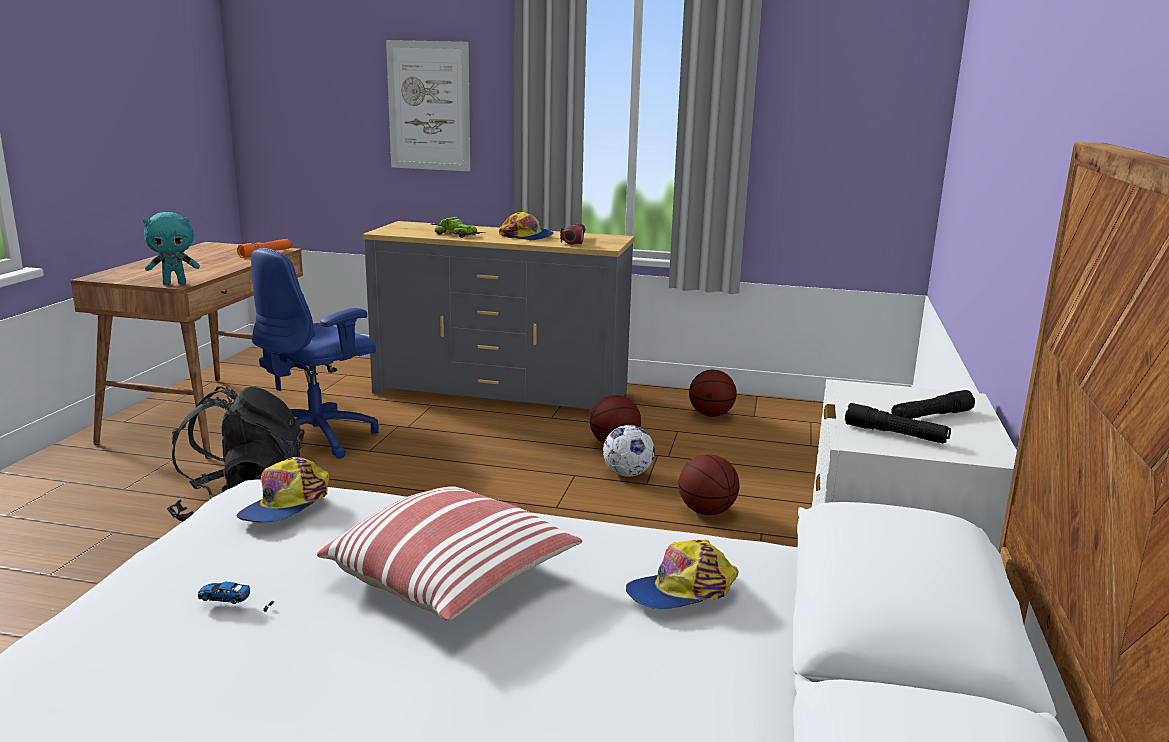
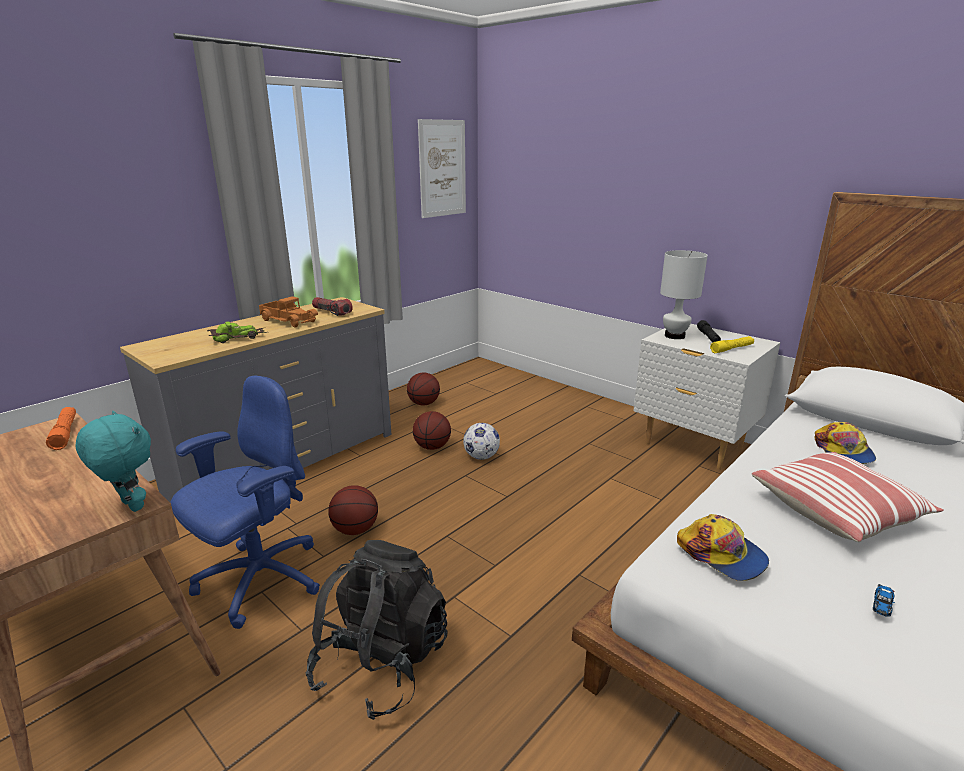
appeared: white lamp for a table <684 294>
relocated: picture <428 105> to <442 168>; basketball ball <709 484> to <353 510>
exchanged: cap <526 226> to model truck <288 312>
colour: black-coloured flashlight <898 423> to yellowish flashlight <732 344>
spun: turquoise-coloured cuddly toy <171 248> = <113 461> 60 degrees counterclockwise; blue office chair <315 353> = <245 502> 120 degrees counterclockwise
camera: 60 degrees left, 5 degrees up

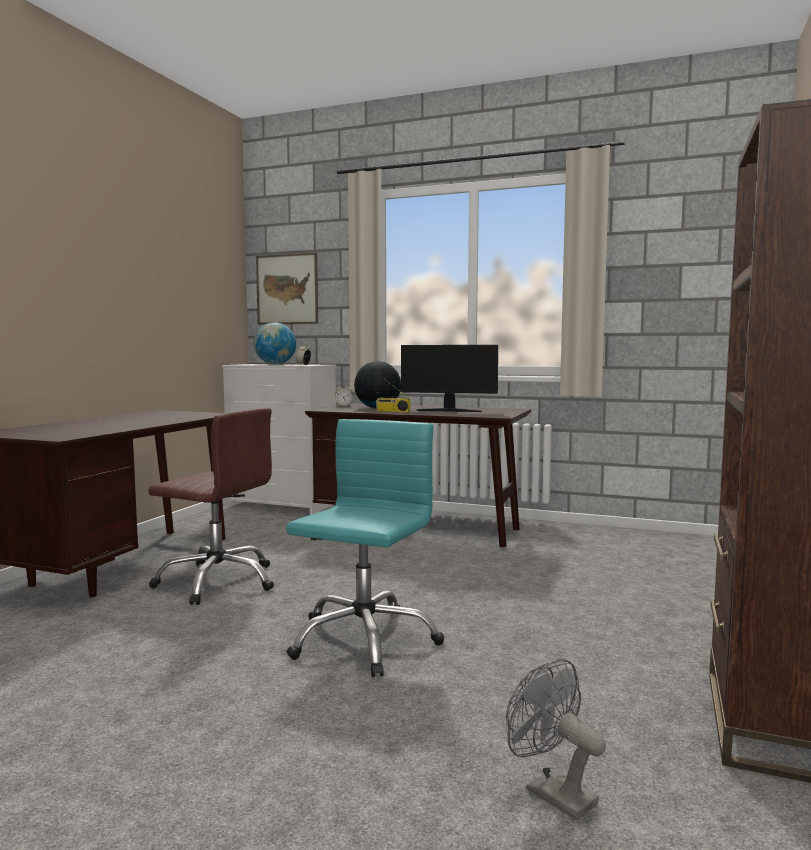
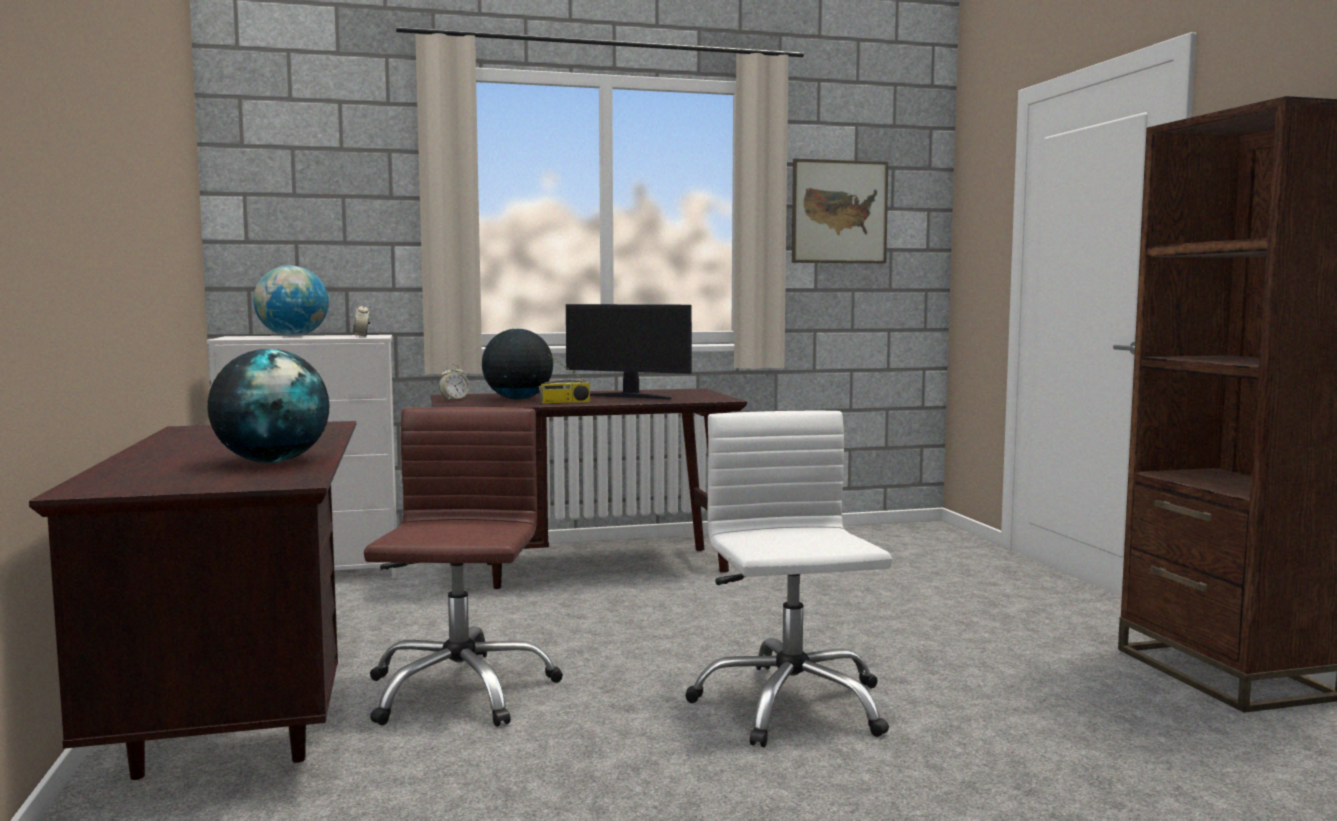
missing: grey fan <556 739>
appeared: world globe <268 406>
relocated: picture <287 289> to <840 210>
colour: turquoise-coloured office chair <365 548> to white office chair <788 579>
spun: brown-coloured office chair <211 506> = <463 567> 75 degrees counterclockwise; computer display <449 378> = <629 351> 45 degrees clockwise
camera: 35 degrees left, 0 degrees up

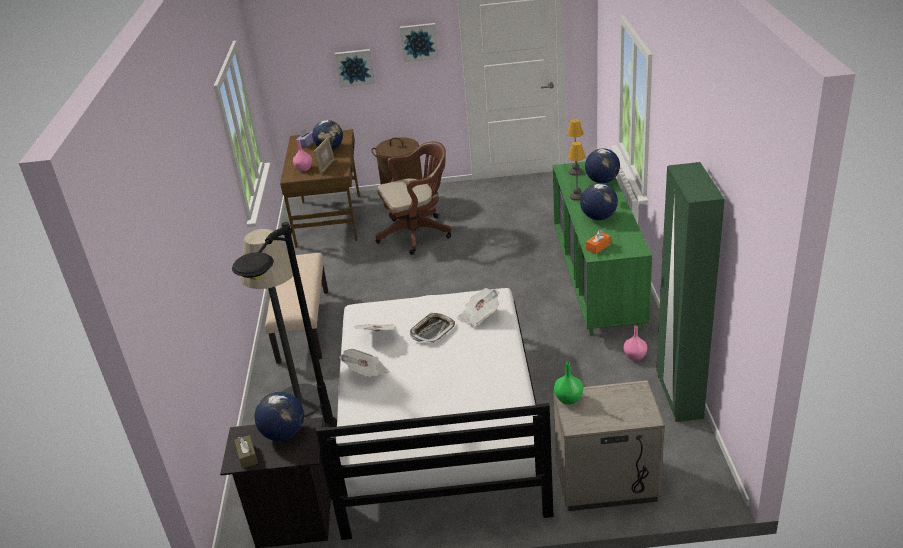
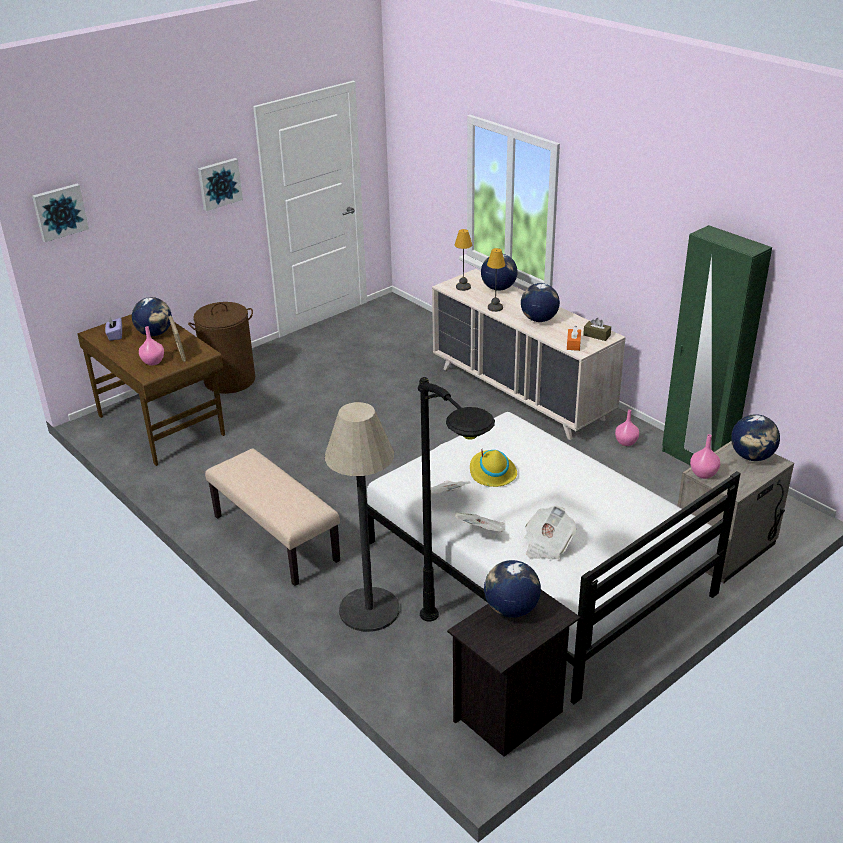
missing: brown-coloured office chair <413 198>
appeared: world globe <755 437>
relocated: brown-coloured tissue box <246 451> to <597 329>; picture <355 68> to <60 213>; daily paper <478 307> to <550 532>
exchanged: serving tray <432 328> to yellowish hat <493 468>
colour: green dresser <602 249> to beige-coloured dresser <529 354>; green flower vase <568 383> to pink-coloured flower vase <705 456>
camera: 40 degrees left, 0 degrees up

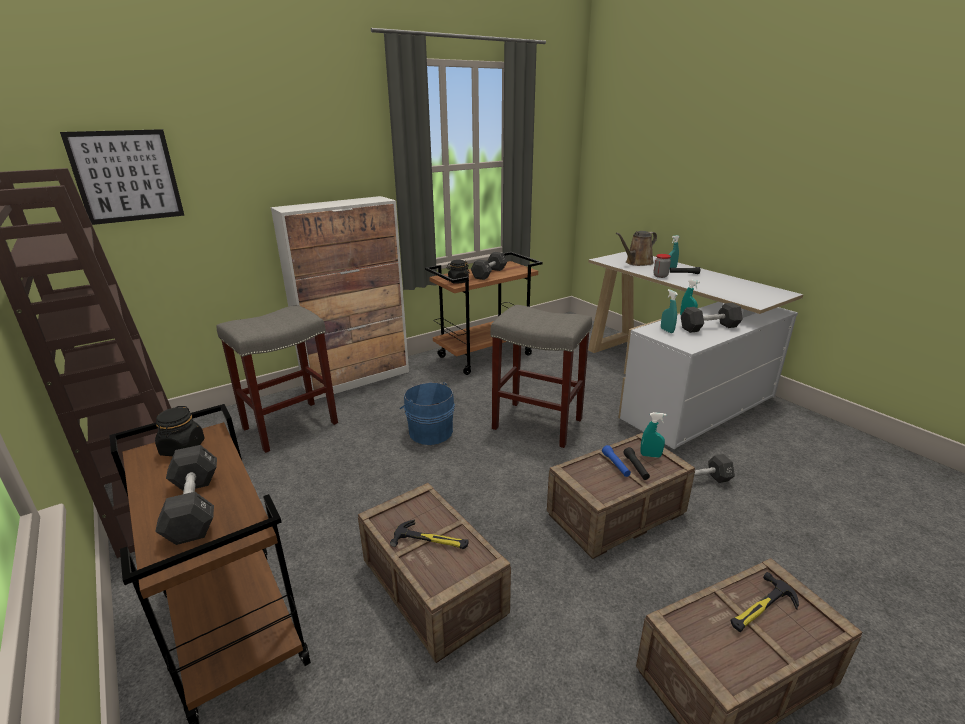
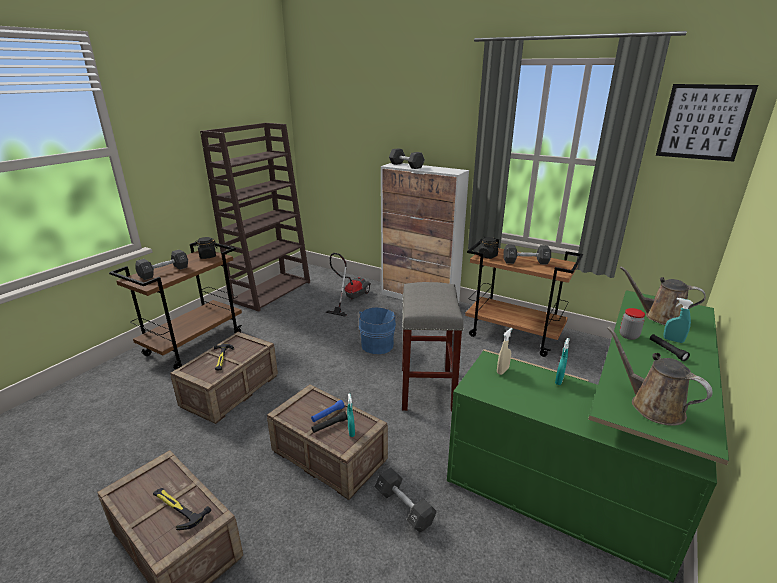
appeared: brown-coloured sprinkling can <659 376>
relocated: picture <122 177> to <707 123>; black-coloured hand weight <712 318> to <407 158>
exchanged: grey stool <277 379> to vacuum <348 285>
colour: white desk table <695 350> to green desk table <588 436>; turquoise-coloured hand sprayer <669 311> to beige-coloured hand sprayer <505 351>
camera: 65 degrees right, 0 degrees up

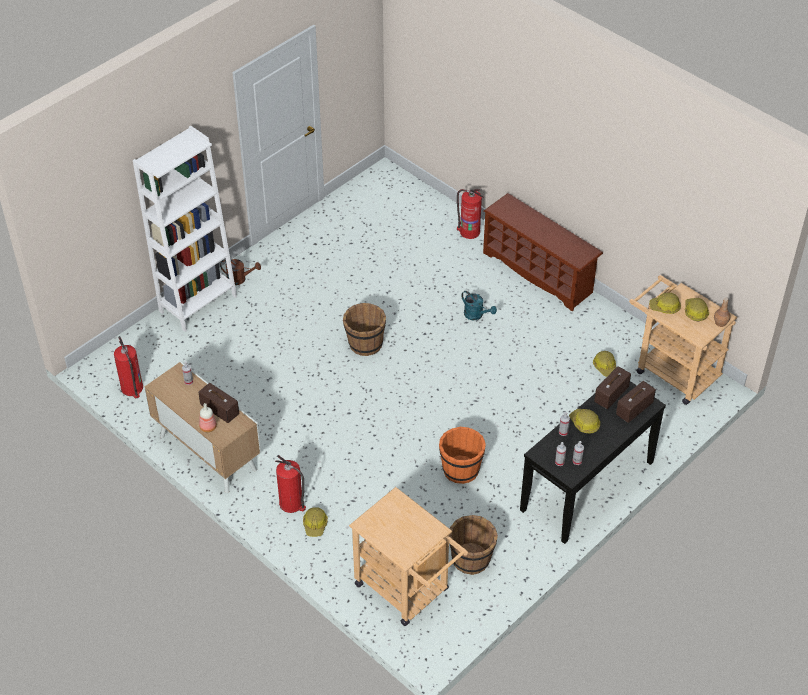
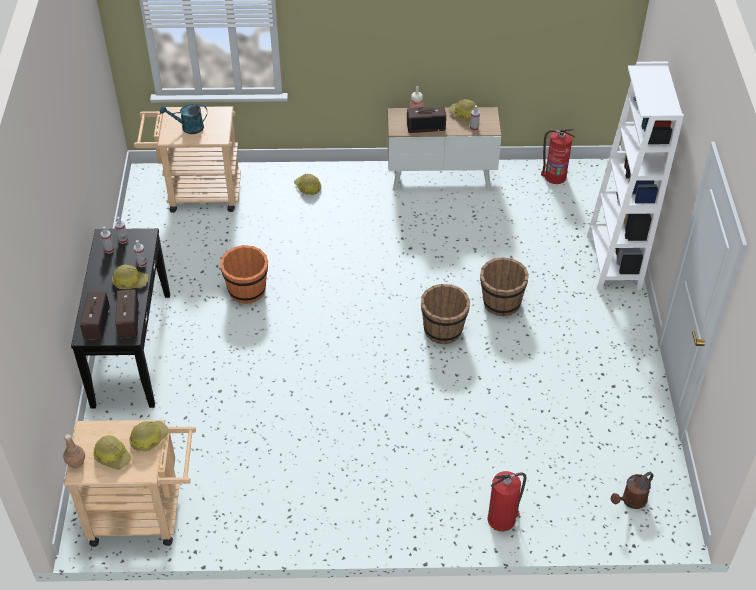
missing: fire-fighting cylinder <290 484>; brown-coloured shoe shelf <543 252>
relocated: brown-coloured sprinkling can <240 272> to <632 490>; brown-coloured bucket <473 545> to <504 286>; turquoise-coloured sprinkling can <479 305> to <183 119>; work helmet <604 364> to <462 109>
camera: 135 degrees right, 0 degrees up

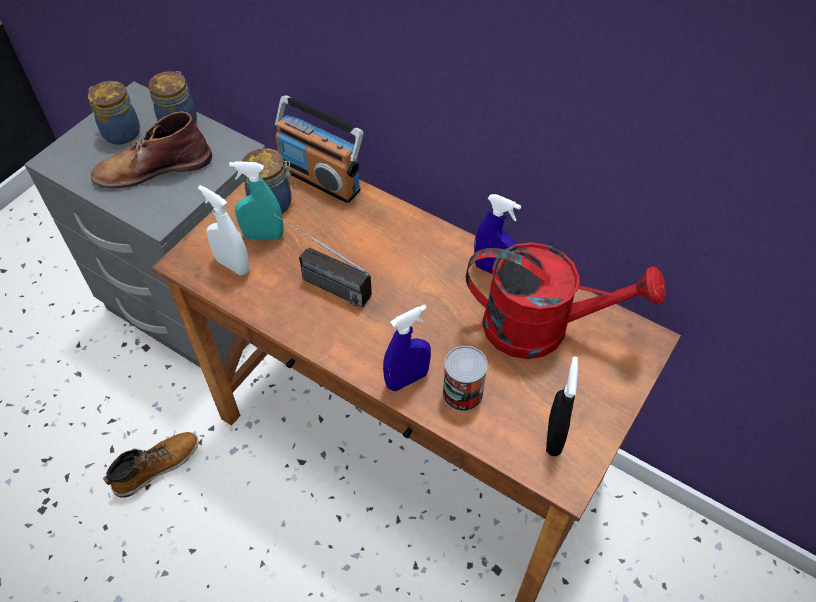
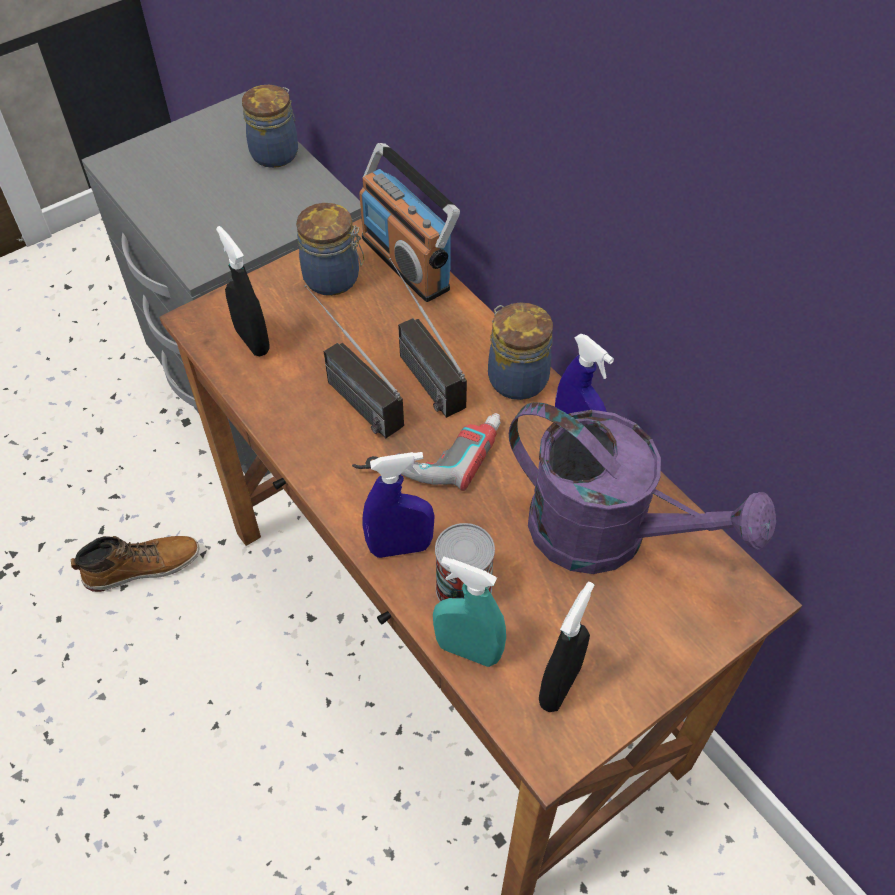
missing: brown-coloured tall boot <151 149>
appeared: electric drill <426 452>; radio <428 338>
relocated: jar <114 113> to <520 351>; turquoise-coloured hand sprayer <256 200> to <469 612>
colour: white hand sprayer <223 230> to black-coloured hand sprayer <243 291>; reddish sprinkling can <566 300> to purple-coloured sprinkling can <642 488>
camera: 20 degrees right, 0 degrees up

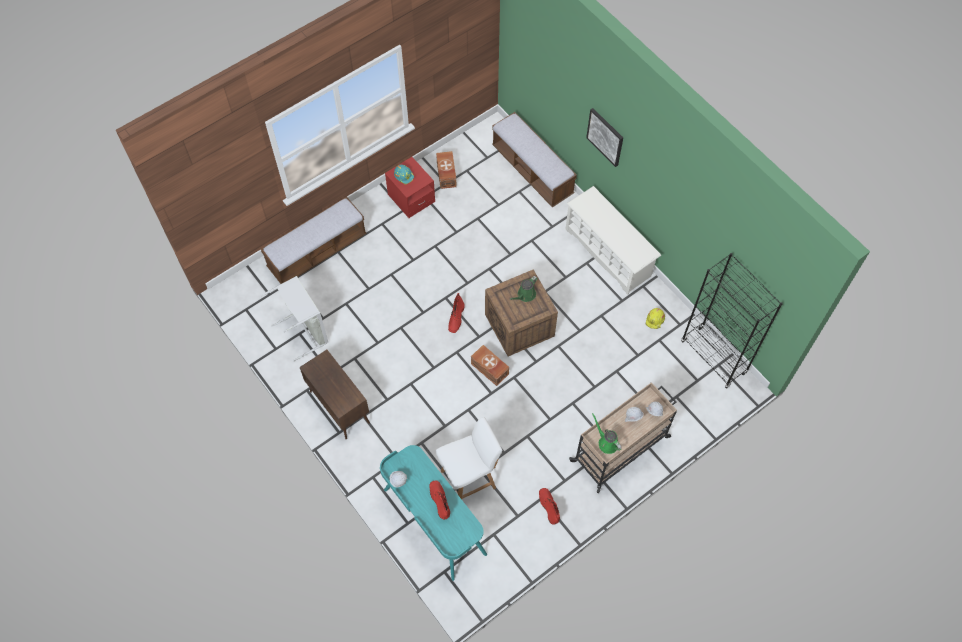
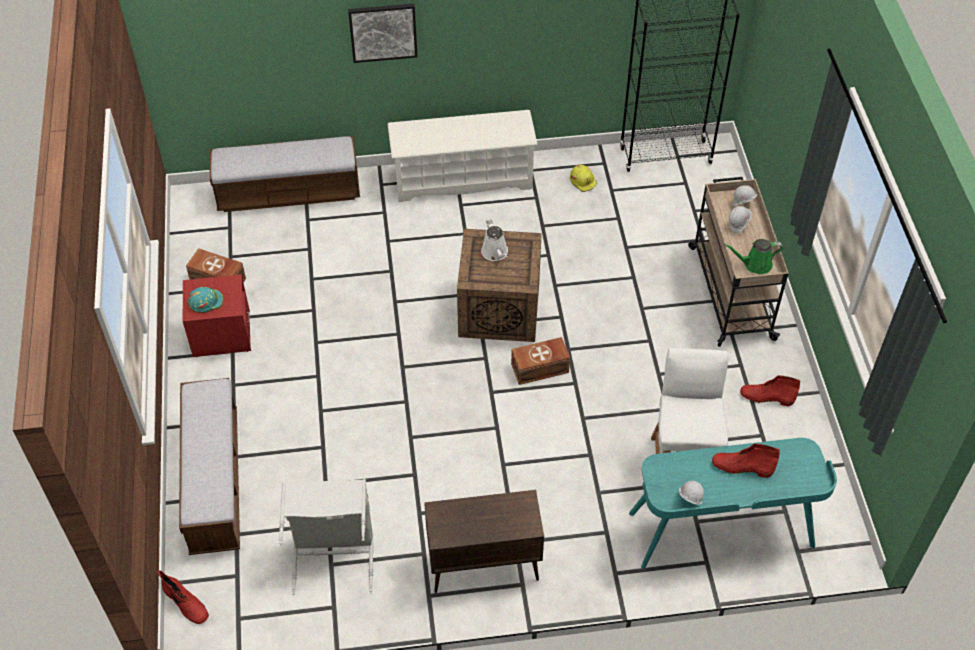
relocated: reddish tall boot <456 313> to <183 597>
colour: green sprinkling can <523 289> to white sprinkling can <494 240>
camera: 60 degrees left, 10 degrees down

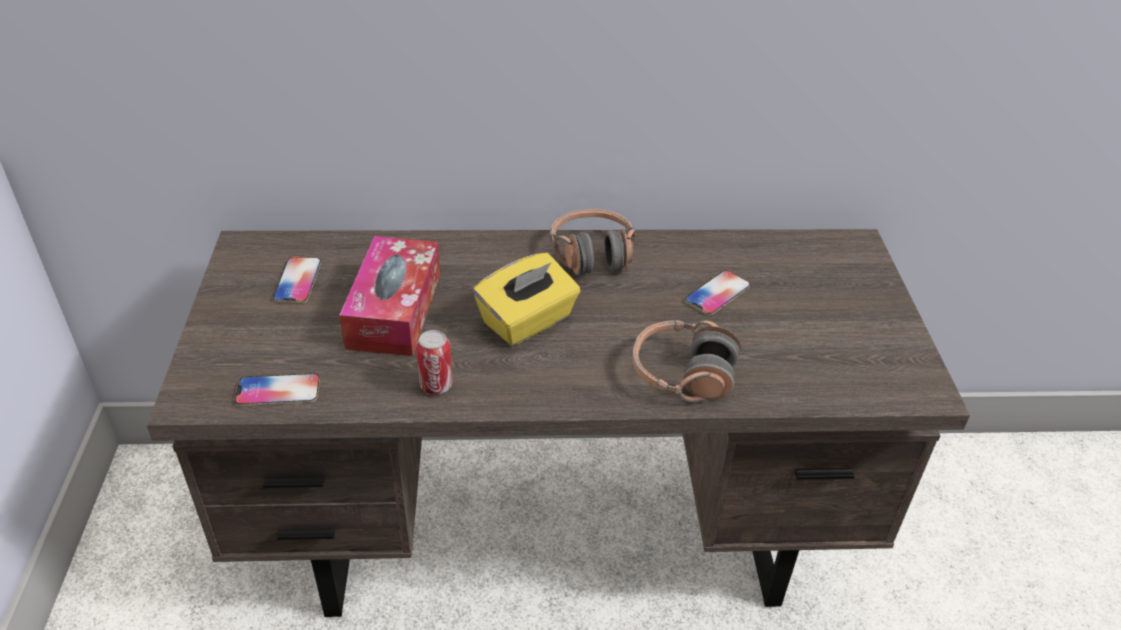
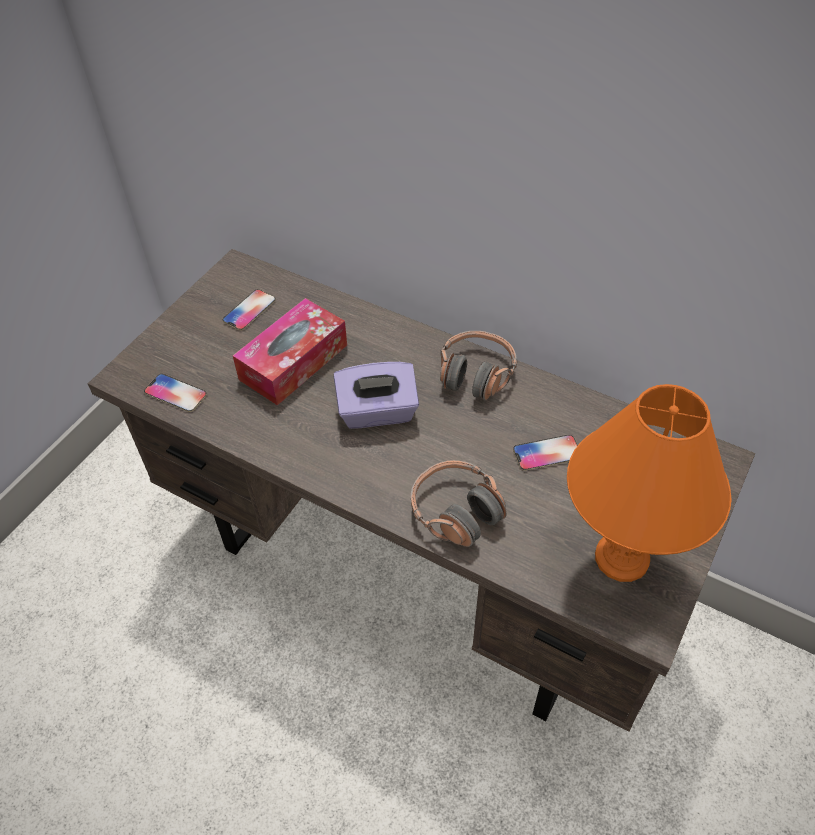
missing: metal can <434 362>
appeared: orange-coloured lamp for a table <649 483>
colour: yellowish tissue box <526 299> to purple-coloured tissue box <376 395>
camera: 35 degrees right, 10 degrees up

